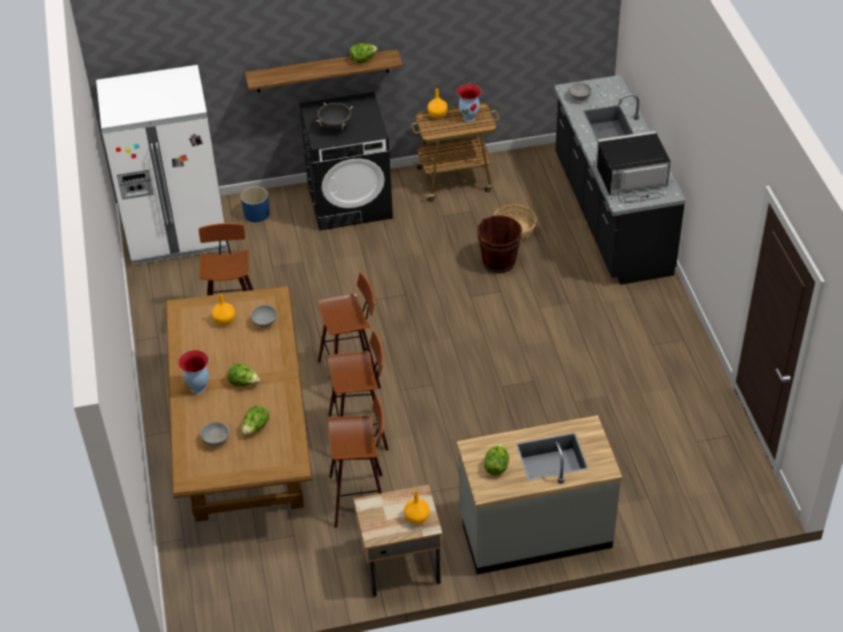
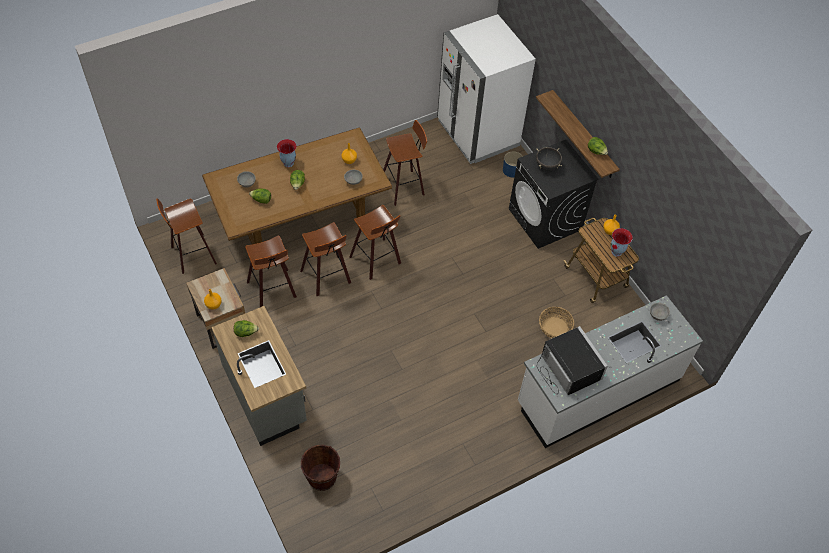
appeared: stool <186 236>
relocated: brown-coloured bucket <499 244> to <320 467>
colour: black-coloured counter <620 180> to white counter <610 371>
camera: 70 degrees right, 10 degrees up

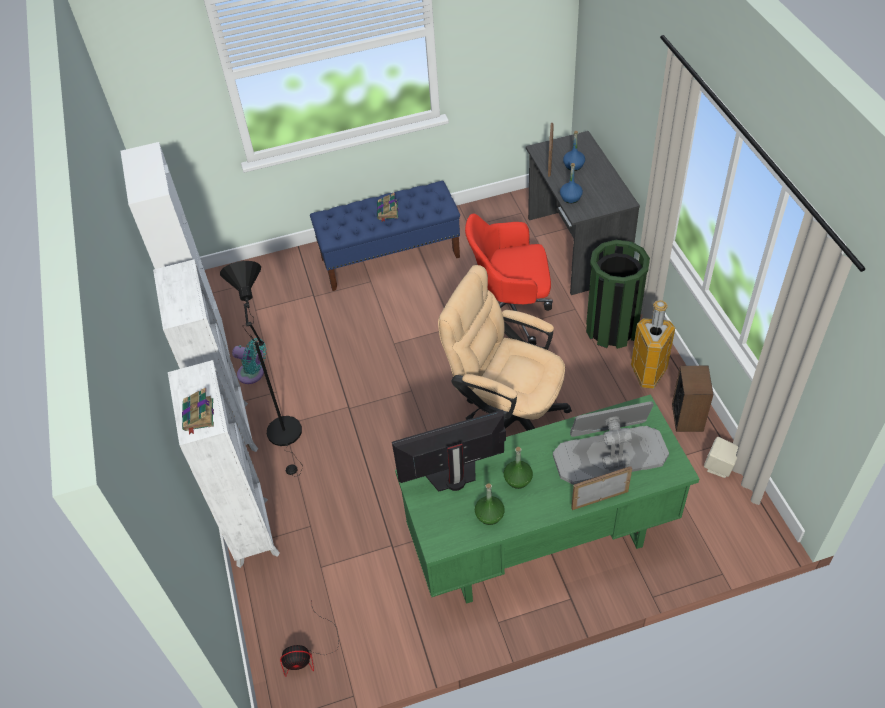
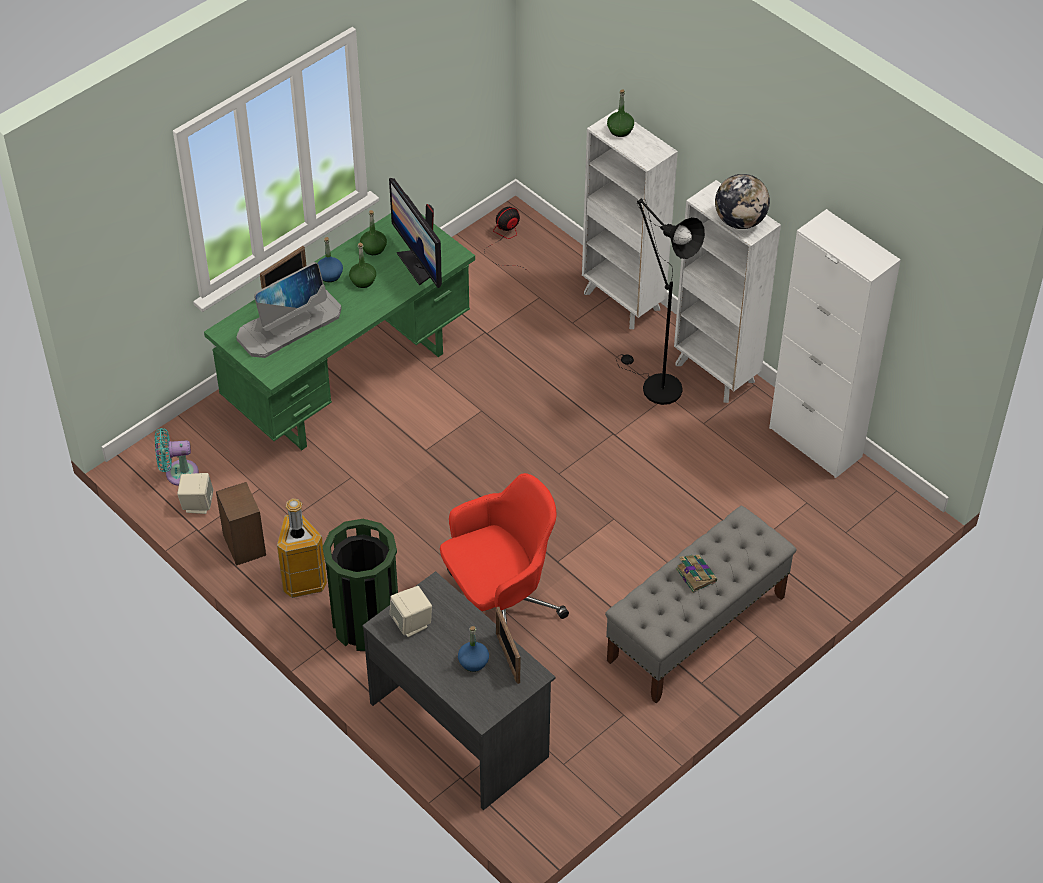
missing: beige-coloured office chair <505 348>
appeared: beige-coloured speaker <411 611>; world globe <742 201>
relocated: turquoise-coloured fan <249 361> to <177 457>; blue bottle <571 183> to <330 259>
exchanged: book <198 411> to green bottle <620 113>
colour: blue bench <385 236> to grey bench <700 604>
spun: computer display <449 451> = <415 233> 105 degrees clockwise
camera: 150 degrees right, 0 degrees up

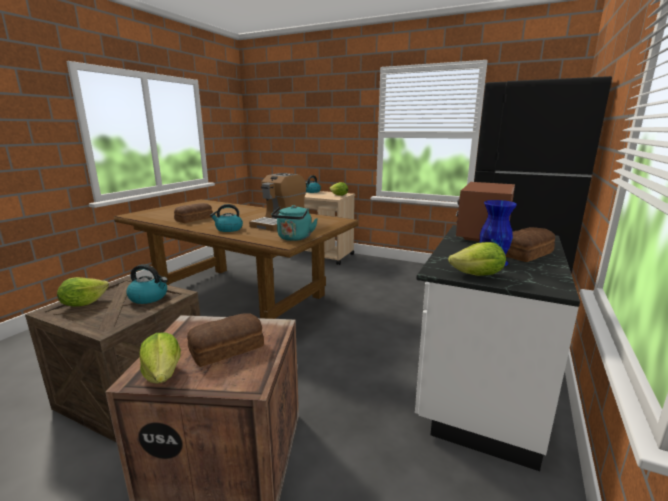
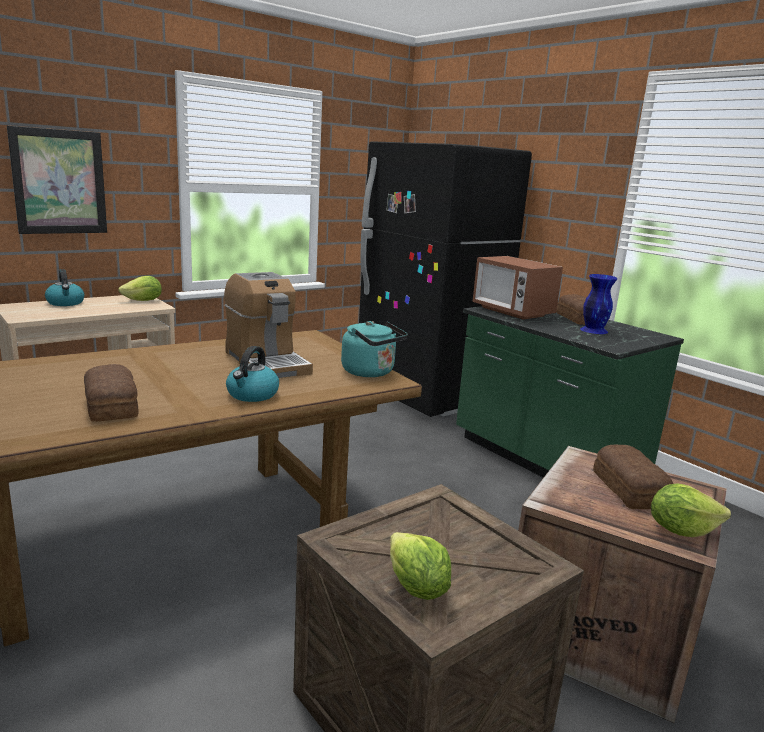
missing: water kettle <147 284>; lettuce <477 259>
appeared: picture <57 179>
colour: white counter <497 348> to green counter <570 392>
camera: 65 degrees left, 0 degrees up

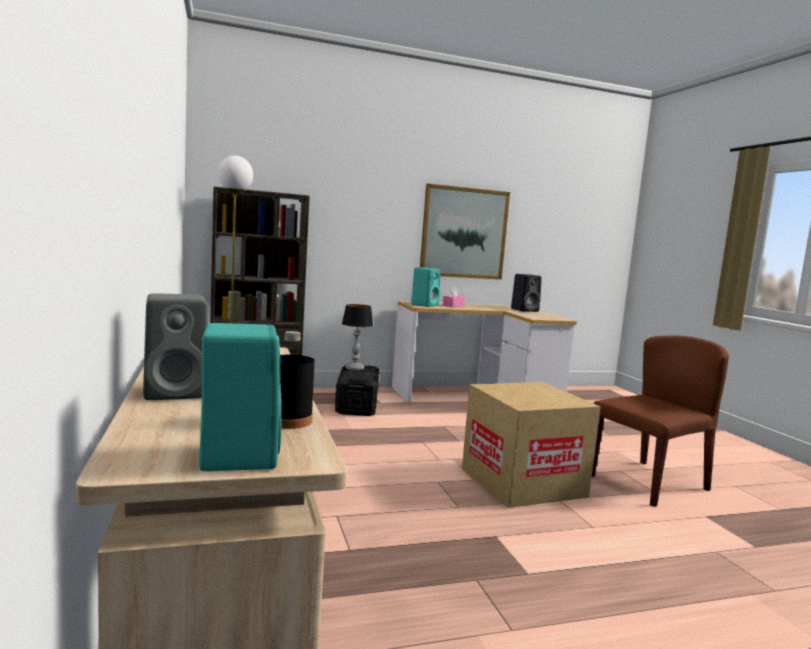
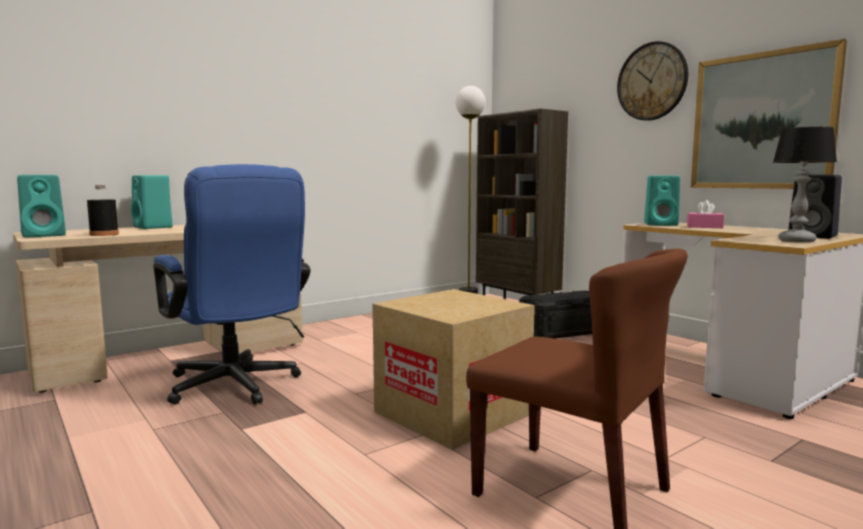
appeared: blue office chair <232 284>; clock on the wall <652 81>
relocated: lamp for a table <357 337> to <805 185>
colour: grey speaker <175 346> to turquoise-coloured speaker <152 202>
camera: 70 degrees right, 0 degrees up

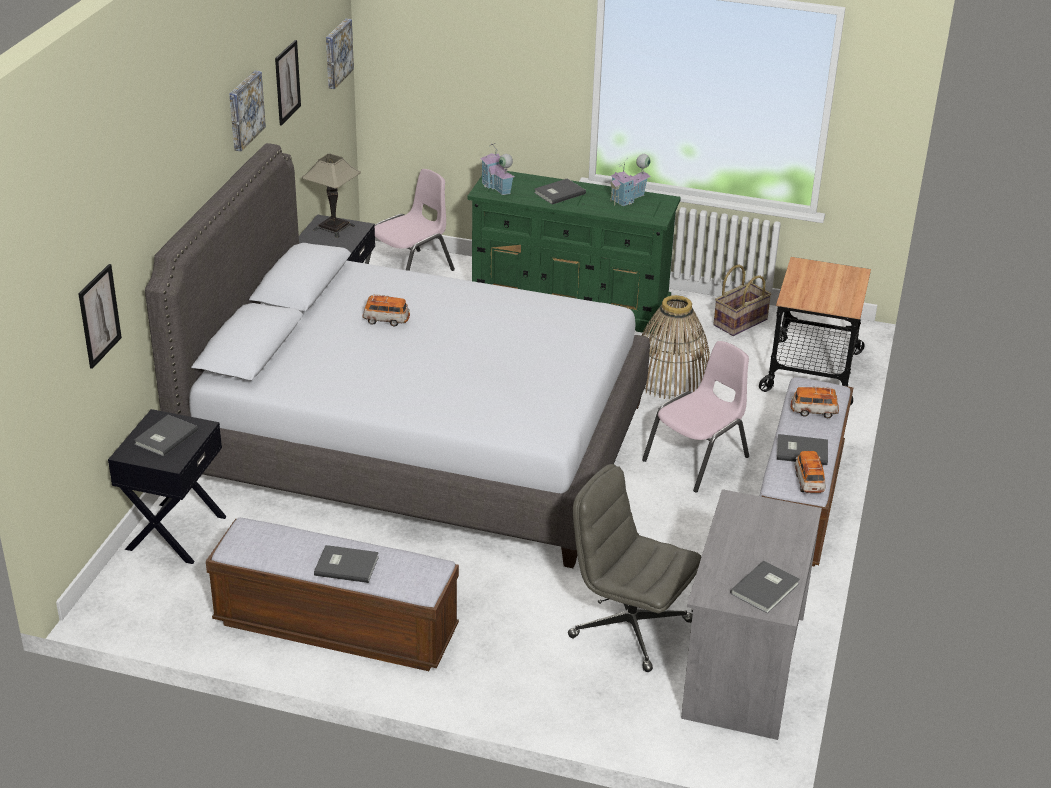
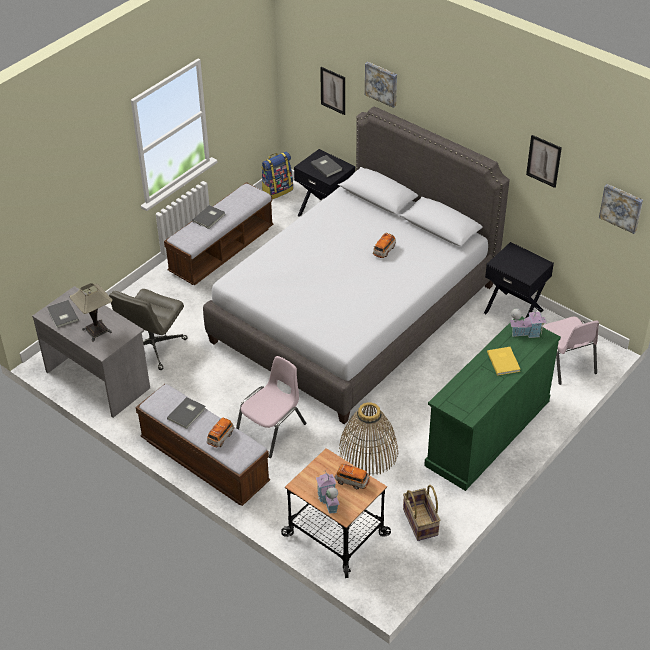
appeared: backpack <277 175>
relocated: picture <247 111> to <381 85>; lamp for a table <331 196> to <91 312>; toy house <629 180> to <328 491>; toy car <810 472> to <352 476>
colour: grey book <560 192> to yellowish book <503 361>
spun: grey office chair <634 568> = <148 329> 150 degrees clockwise; pink-coloured plain chair <695 416> = <271 407> 120 degrees counterclockwise
camera: 115 degrees right, 10 degrees up

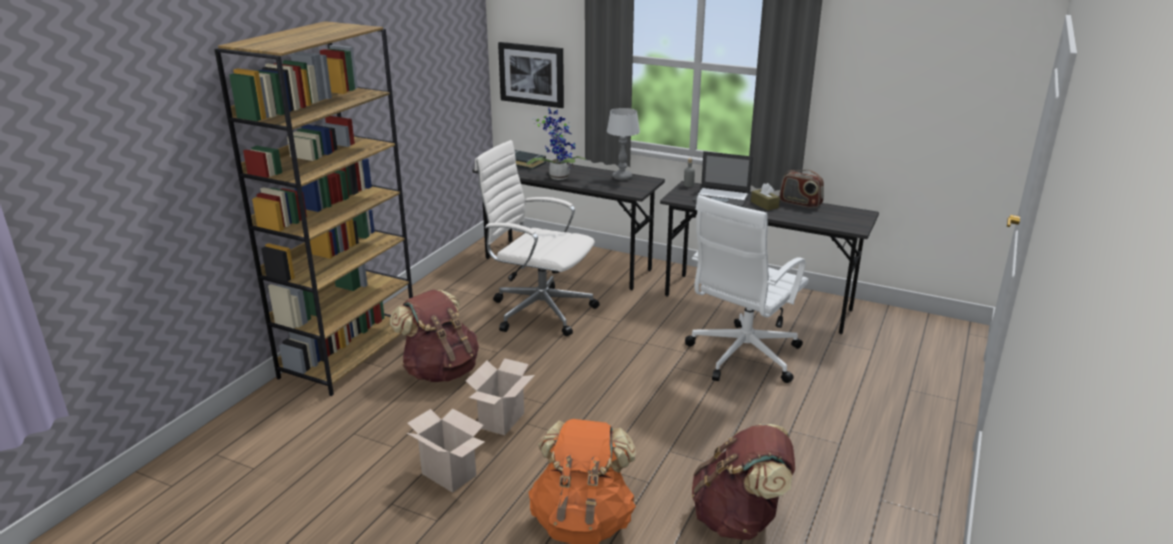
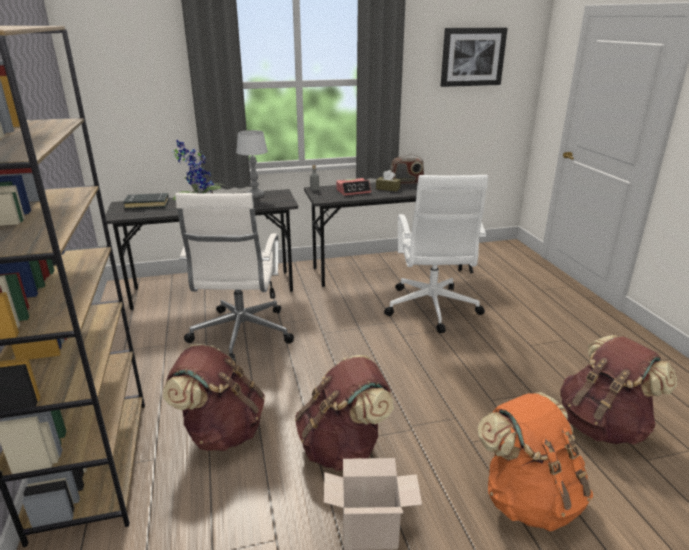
relocated: picture <531 75> to <474 57>
exchanged: cardboard box <500 396> to brown-coloured backpack <344 413>; portable computer <722 179> to alarm clock <353 187>
spun: white office chair <537 238> = <234 278> 75 degrees counterclockwise
camera: 40 degrees left, 0 degrees up

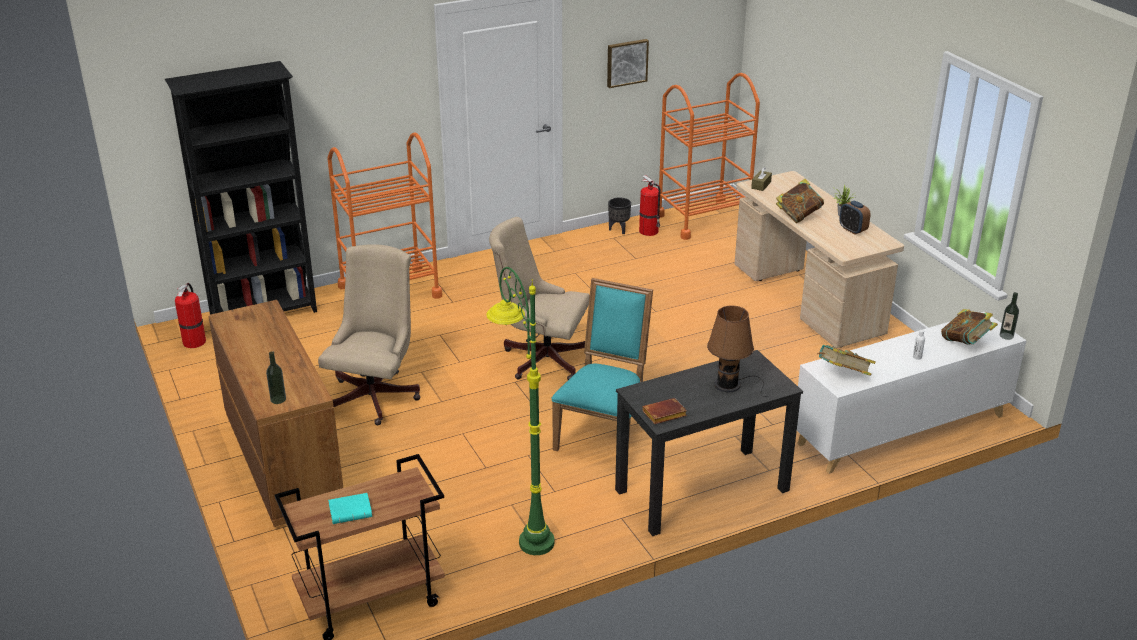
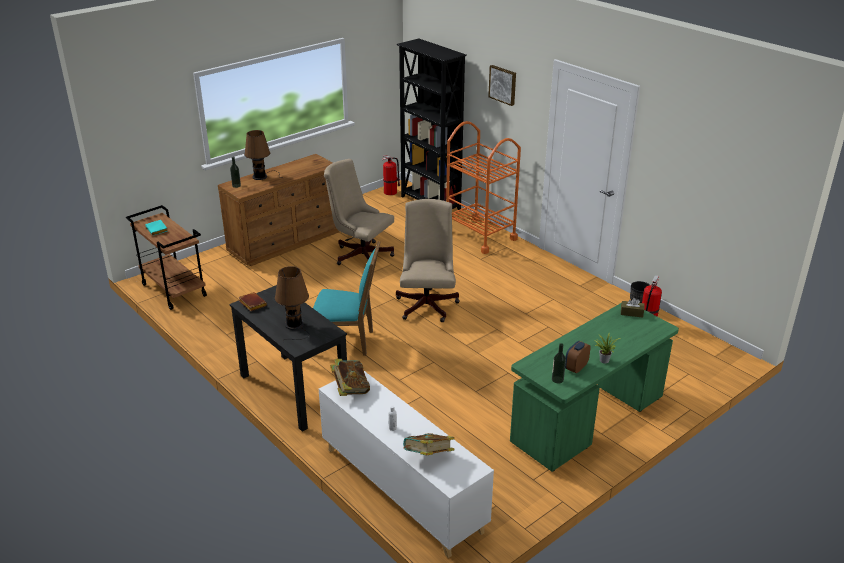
missing: green floor lamp <520 411>; orange-coloured wheeled cart <709 156>; book <800 201>
appeared: brown-coloured lamp for a table <263 155>
relocated: picture <628 63> to <502 85>; bottle <1009 316> to <559 363>
colour: beige-coloured desk table <819 259> to green desk table <594 387>
spun: beige-coloured office chair <369 334> = <359 212> 150 degrees counterclockwise
camera: 75 degrees right, 0 degrees up

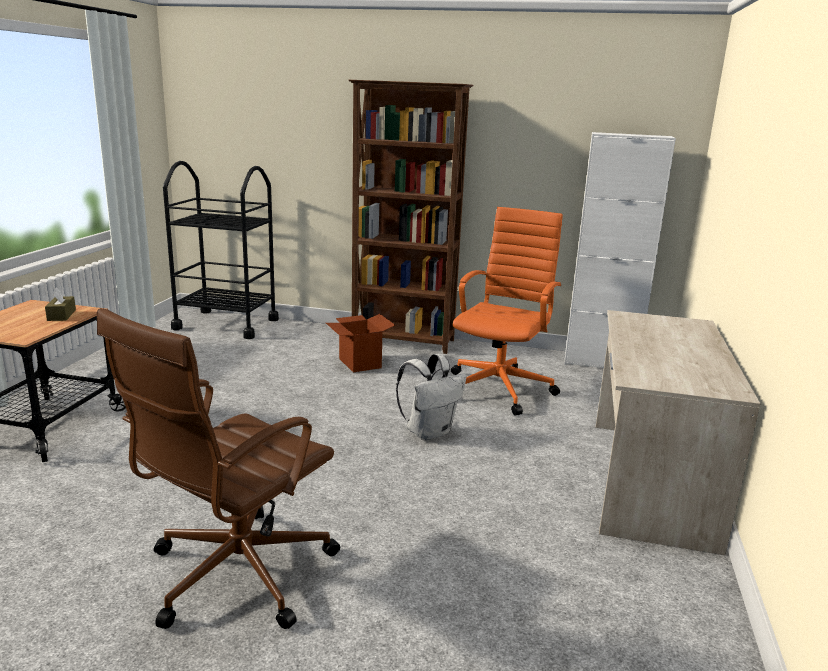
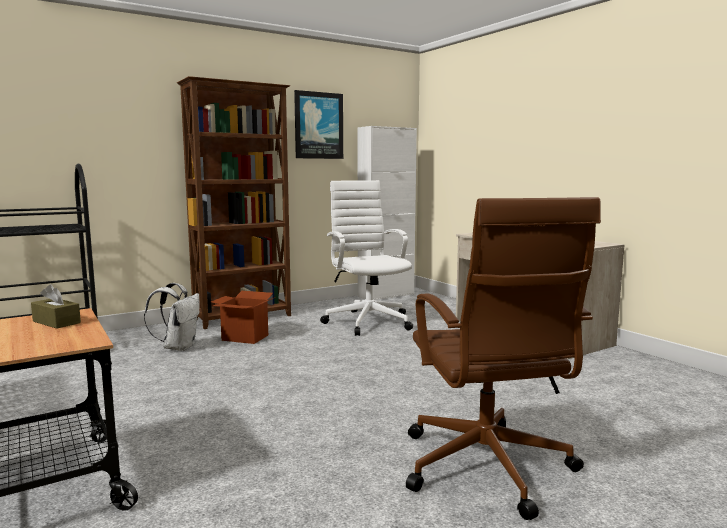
appeared: picture <318 124>
relocated: white backpack <431 397> to <172 317>
colour: orange-coloured office chair <507 311> to white office chair <366 258>
camera: 45 degrees left, 10 degrees down

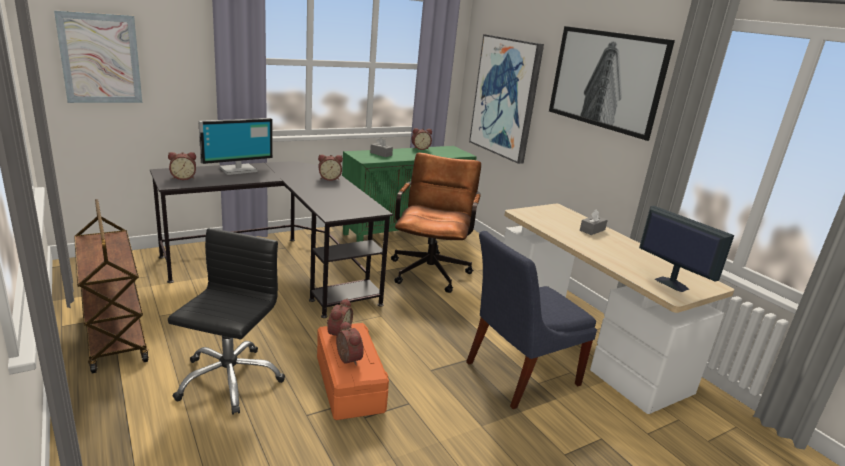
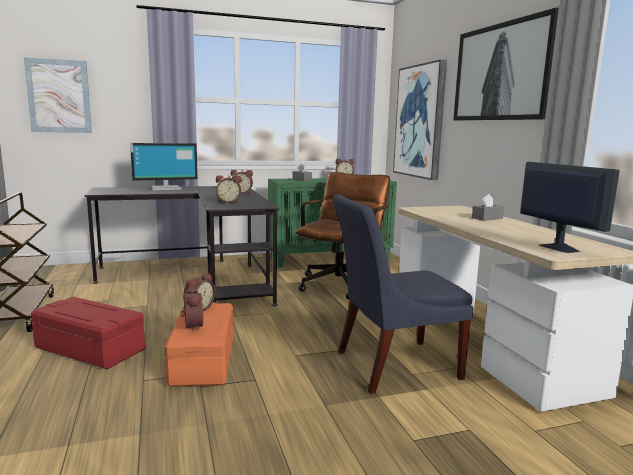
relocated: alarm clock <182 166> to <228 189>
exchanged: black-coloured office chair <226 321> to reddish storage box <88 333>
camera: 15 degrees right, 10 degrees down

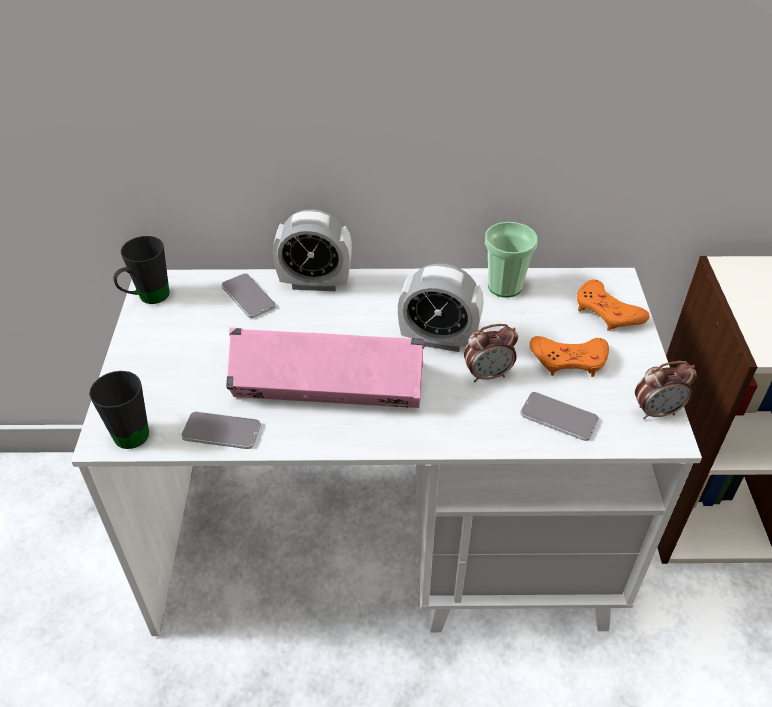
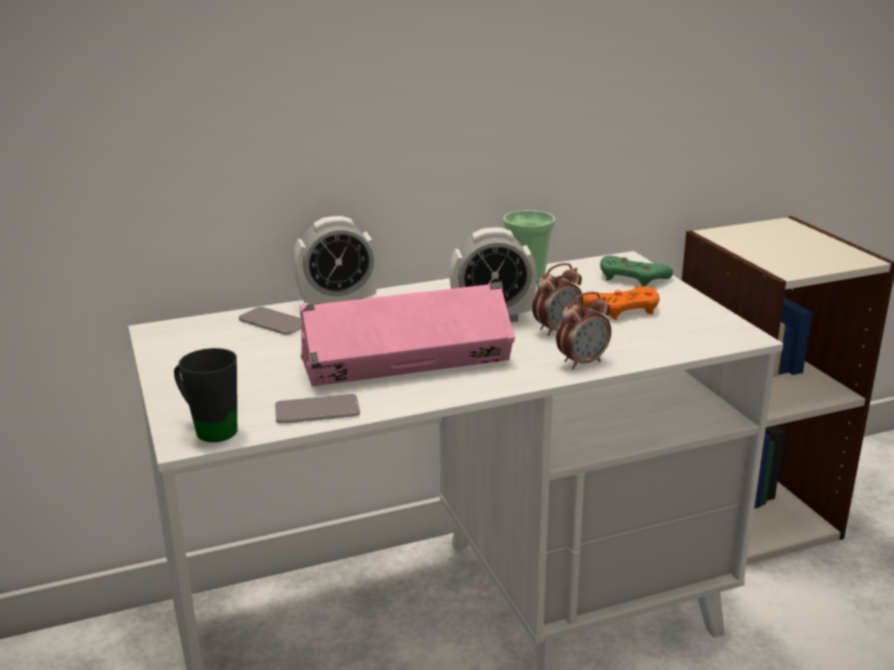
missing: black-coloured tea mug <142 270>; telephone <559 416>
relocated: alarm clock <666 390> to <583 330>
colour: orange-coloured gamepad <613 305> to green gamepad <636 271>
camera: 20 degrees left, 20 degrees down

